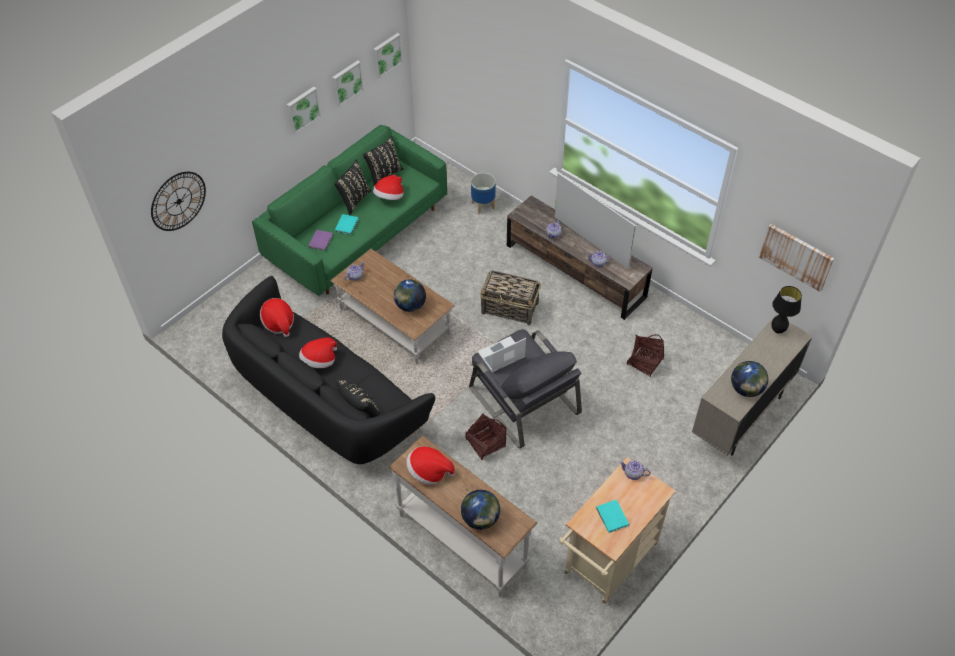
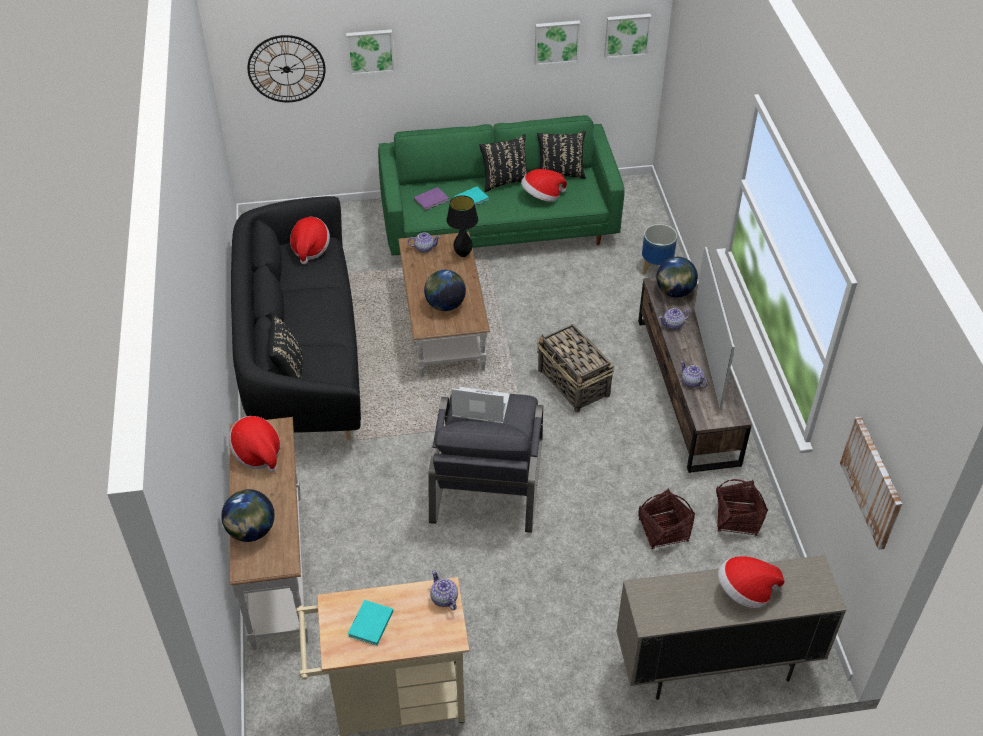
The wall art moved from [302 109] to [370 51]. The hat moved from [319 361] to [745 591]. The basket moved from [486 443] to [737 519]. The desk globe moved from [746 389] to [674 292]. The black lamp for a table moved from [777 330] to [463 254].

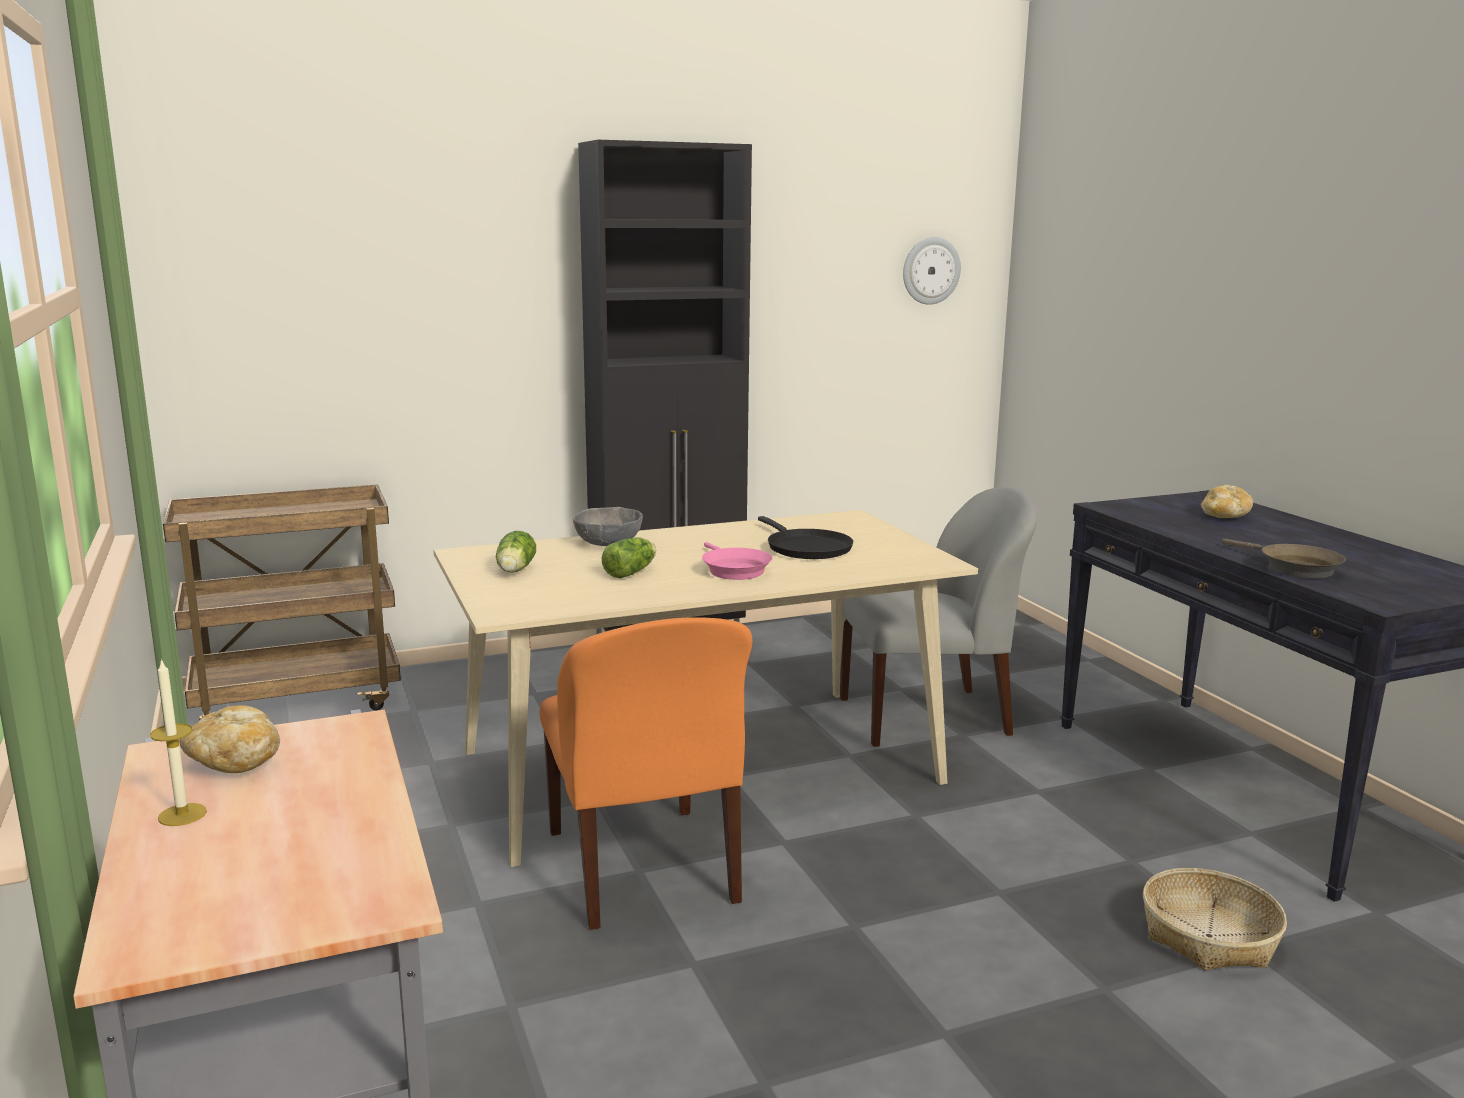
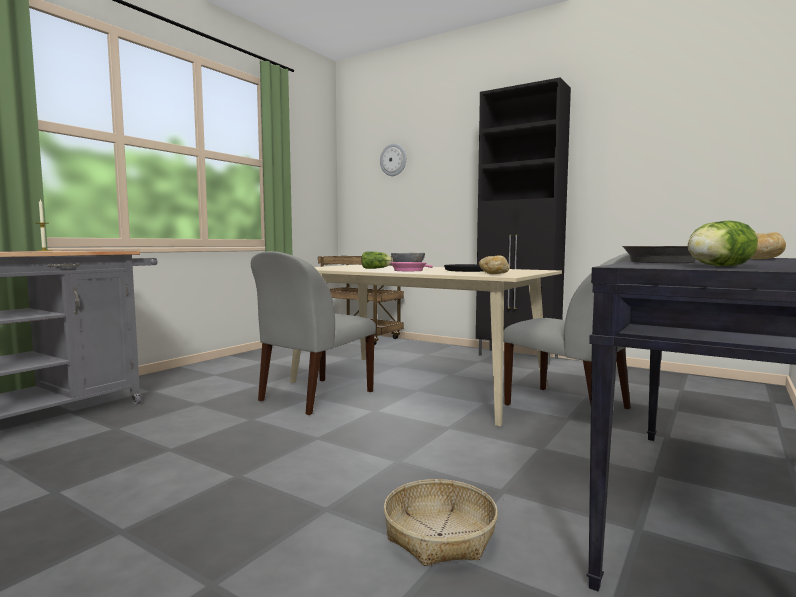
The bakery bread moved from [234 762] to [494 274]. The head of lettuce moved from [514 571] to [716 266]. The orangey plain chair at [643 869] became the gray plain chair at [314 397]. The hanging clock moved from [930 270] to [393 160].

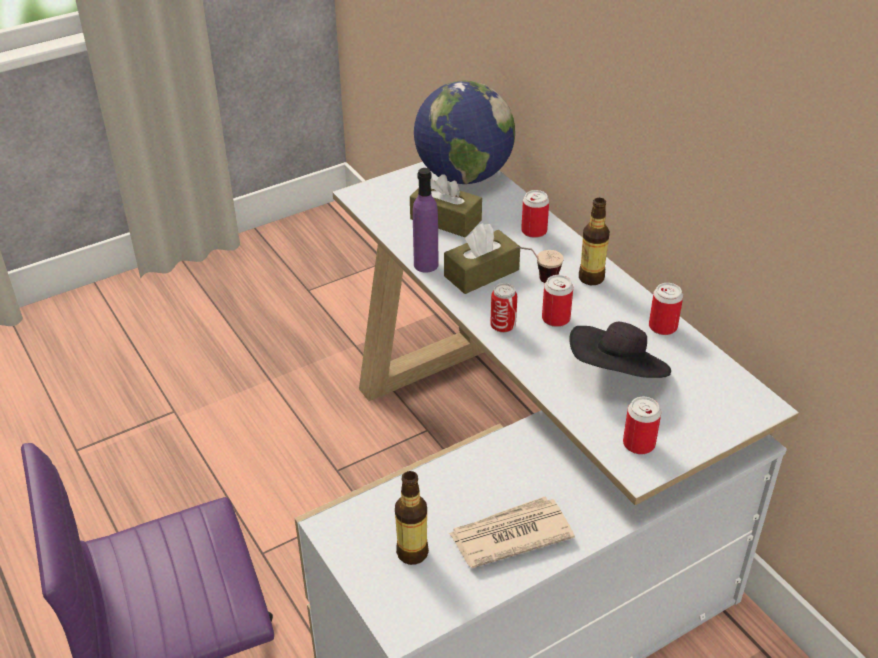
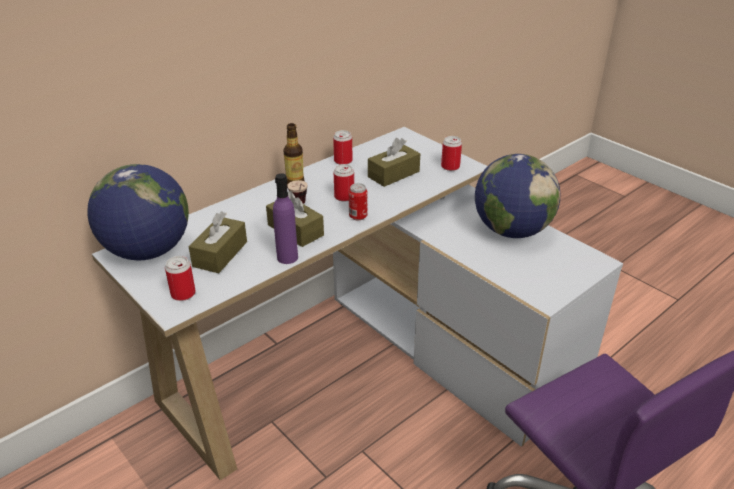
The beverage bottle at [412 552] disappeared. The printed paper at [509 535] was replaced by the desk globe at [511 230]. The sealed can moved from [534 231] to [183 294]. The black hat at [617 374] was replaced by the brown tissue holder at [393 174].

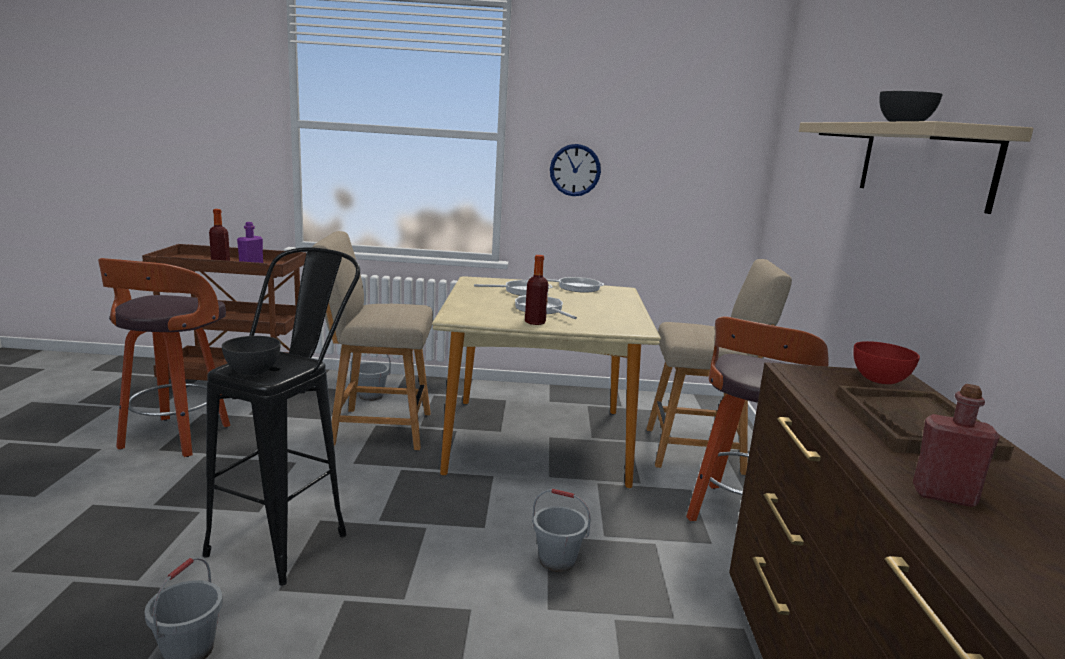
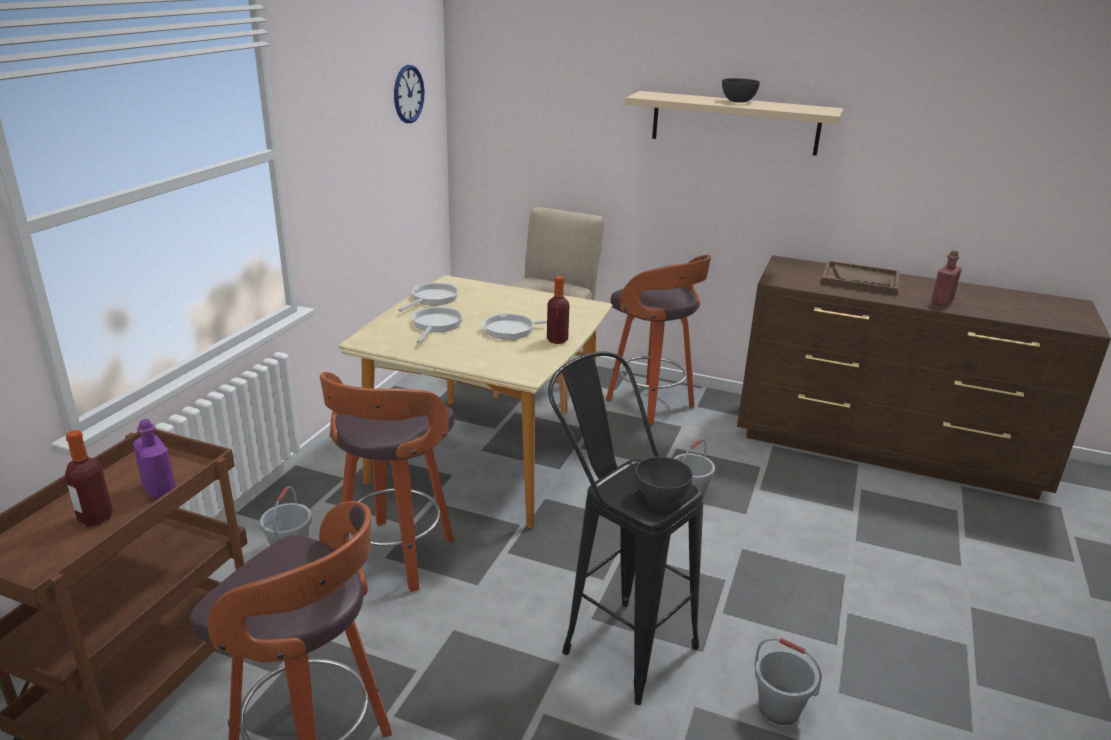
The beige plain chair at [376 428] was replaced by the stool seat at [395 558]. The hanging clock moved from [575 170] to [408 94]. The red deep dish at [880 380] disappeared.

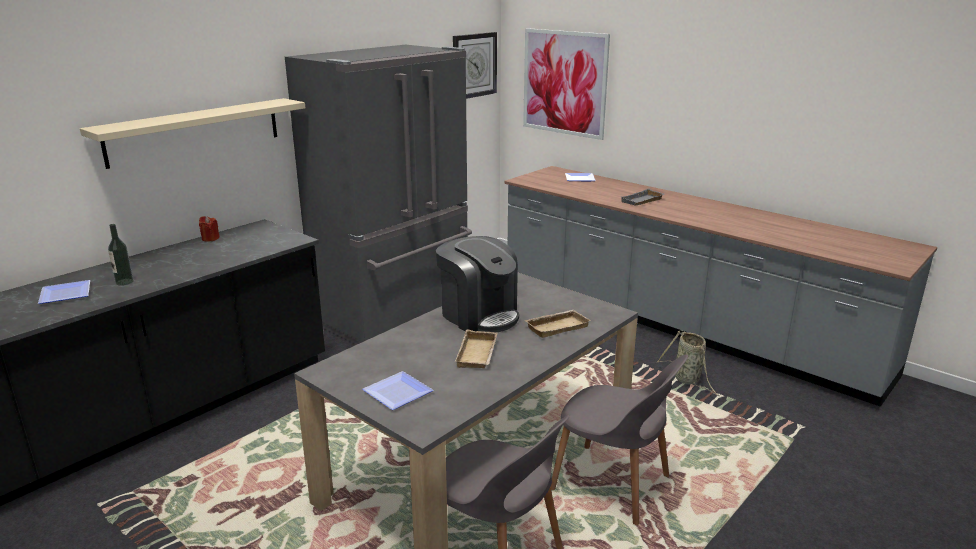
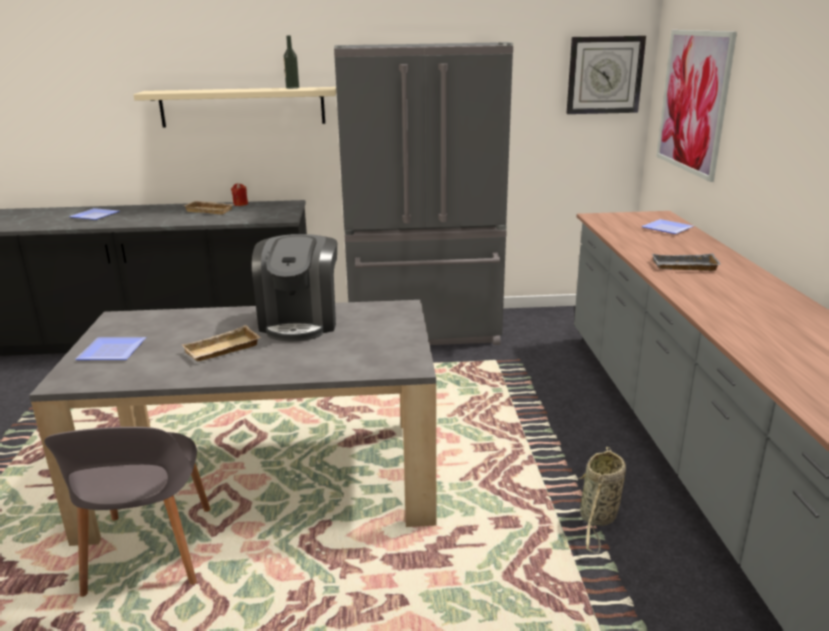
The beverage bottle moved from [124 282] to [292 88]. The beige tray moved from [557 326] to [211 210]. The gray plain chair at [613 484] disappeared.

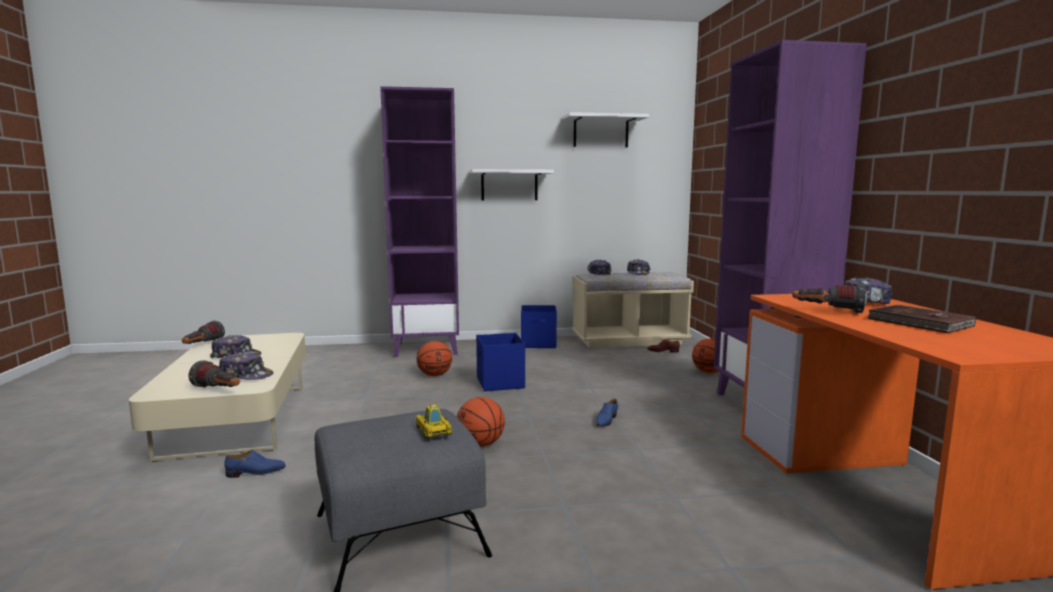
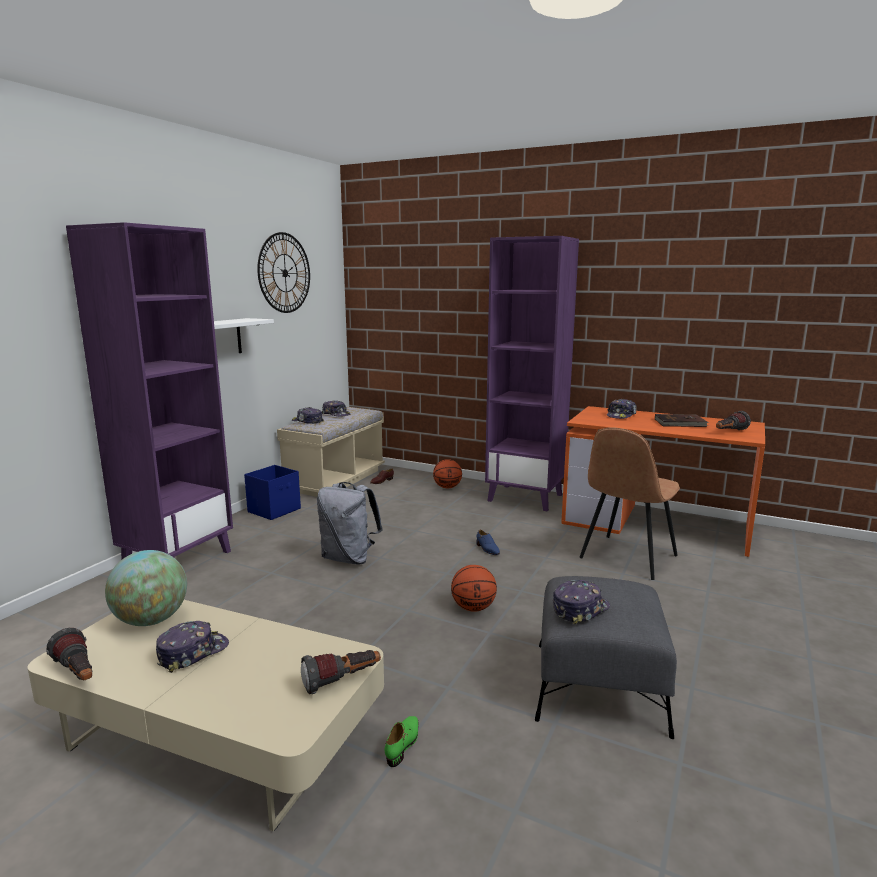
The peaked cap moved from [246 375] to [580 609]. The blue shoe at [255 472] became the green shoe at [403 744]. The miniature car at [433 430] disappeared. The ball for basketball at [434 375] disappeared. The blue storage container at [500 383] was replaced by the gray backpack at [349 558]. The white-coloured bracket shelf at [601 132] was replaced by the hanging clock at [284 273]. The flashlight moved from [827 311] to [729 432]. The desk globe at [151 620] appeared. The brown plain chair at [627 558] appeared.

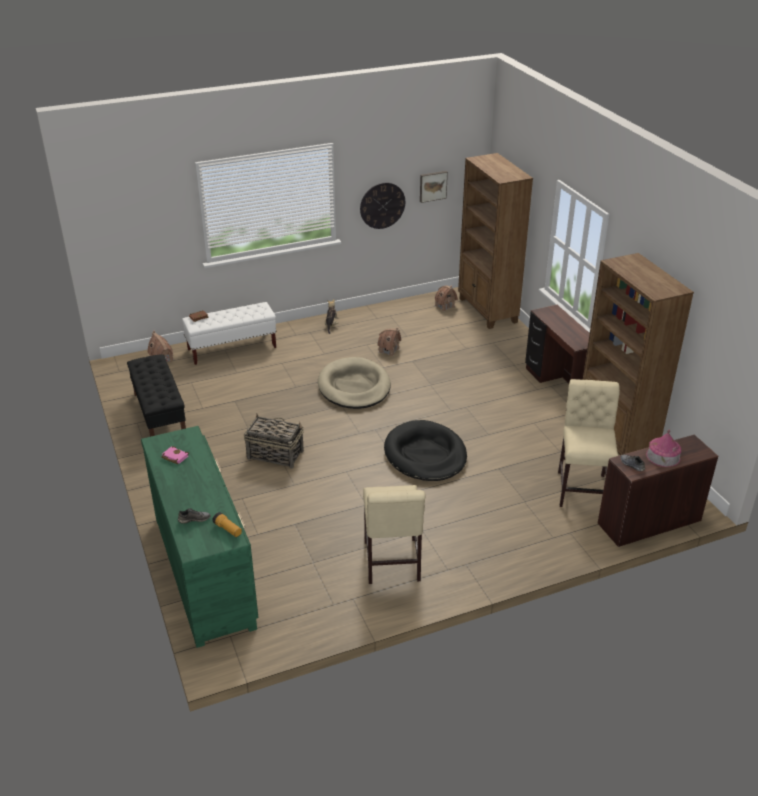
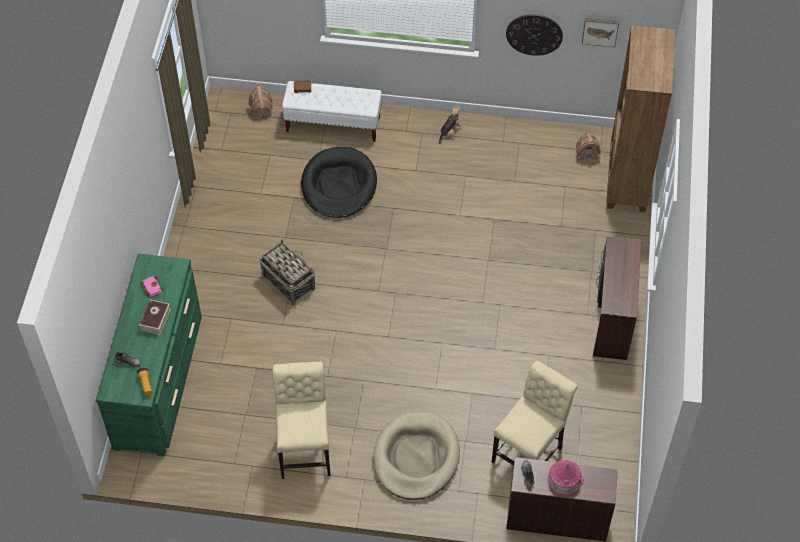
The black bench at [159 415] disappeared. The beige dog bed moved from [354 387] to [416 458]. The beige plain chair at [391 564] turned 150 degrees clockwise. The miniature house at [389 350] disappeared. The black dog bed moved from [425 455] to [339 185]. The brown shelving unit at [616 438] disappeared. The book at [155 319] appeared.

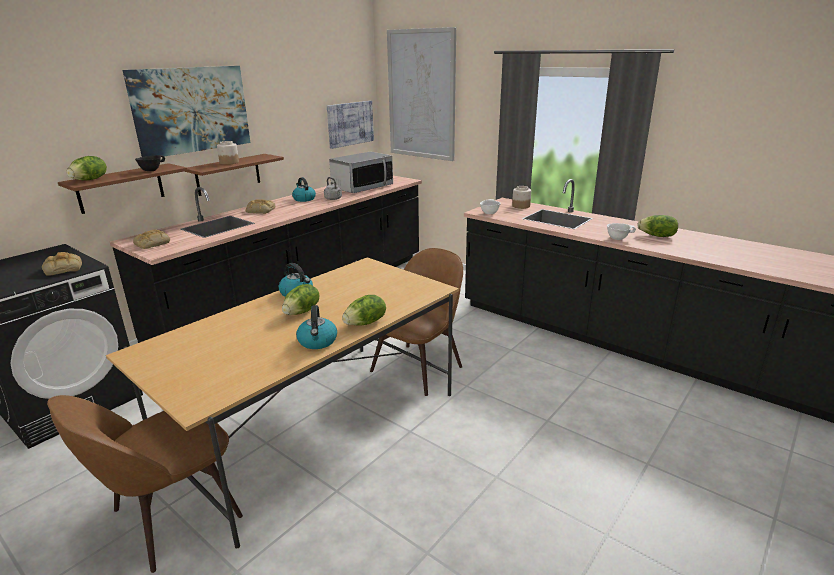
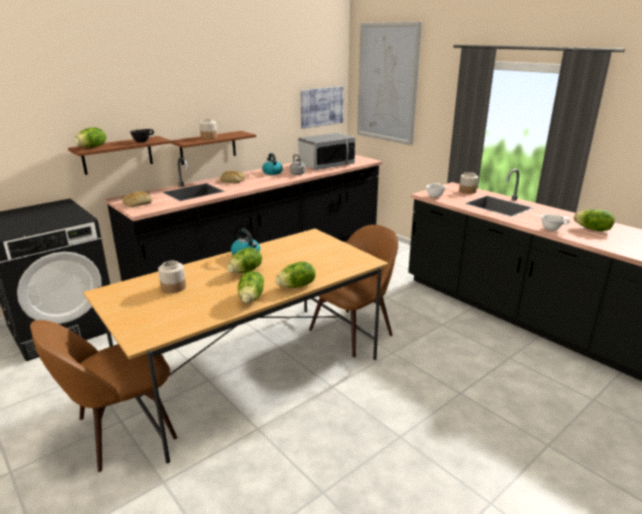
The bakery bread at [63 268] disappeared. The wall art at [191 110] disappeared. The tea kettle at [318 341] was replaced by the head of lettuce at [251 298]. The jar at [174 287] appeared.

